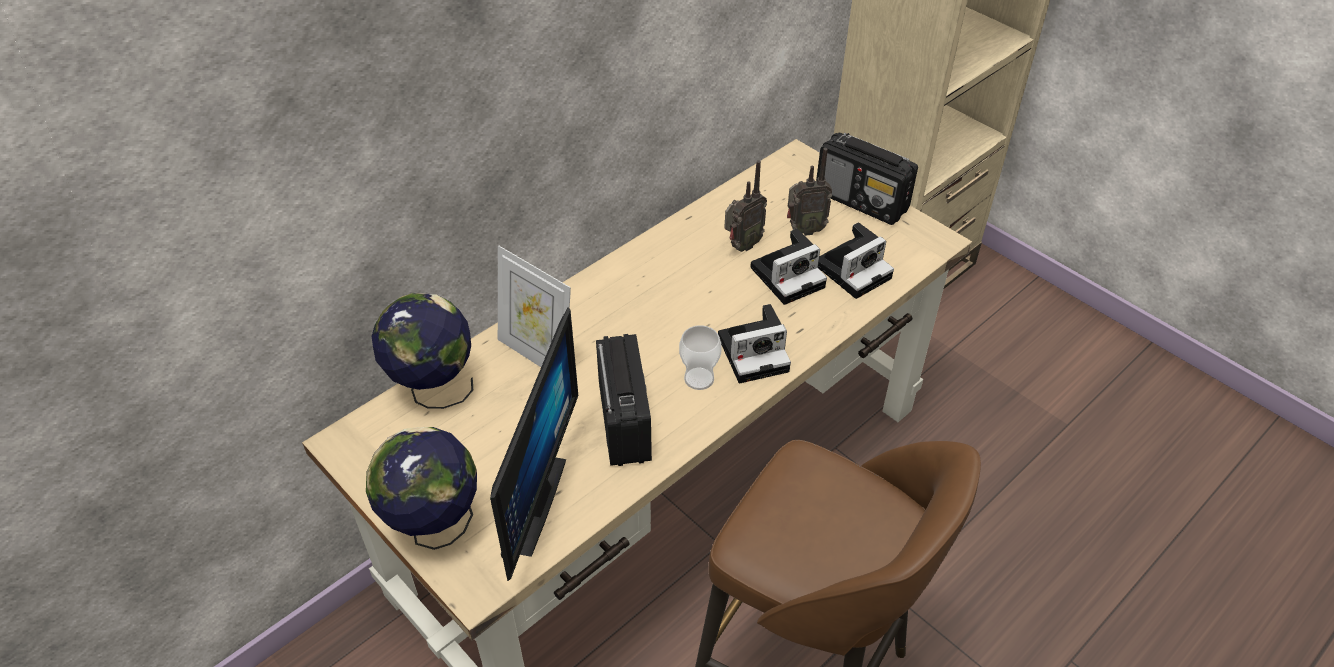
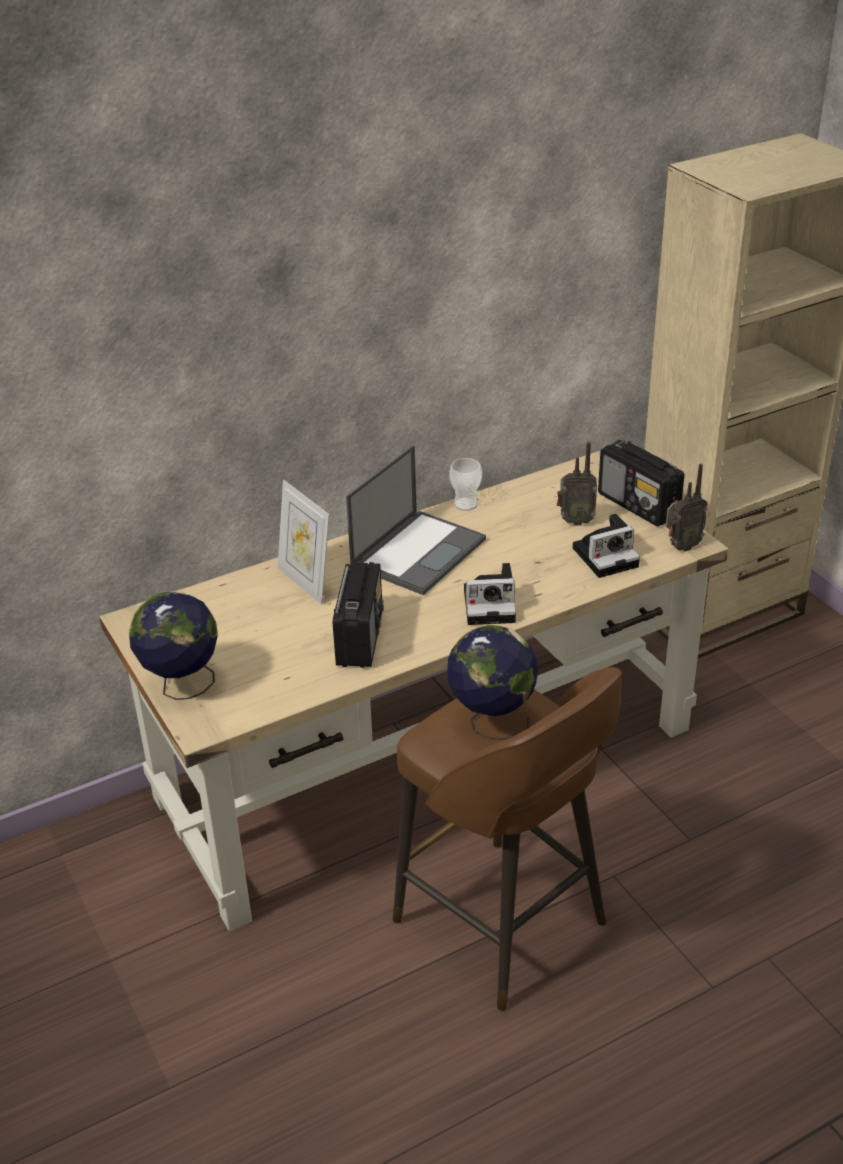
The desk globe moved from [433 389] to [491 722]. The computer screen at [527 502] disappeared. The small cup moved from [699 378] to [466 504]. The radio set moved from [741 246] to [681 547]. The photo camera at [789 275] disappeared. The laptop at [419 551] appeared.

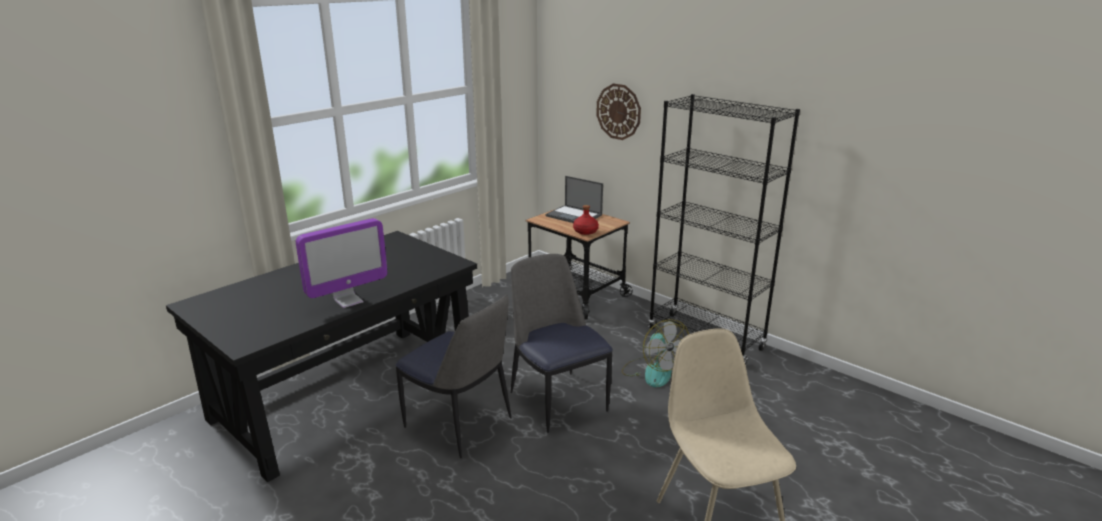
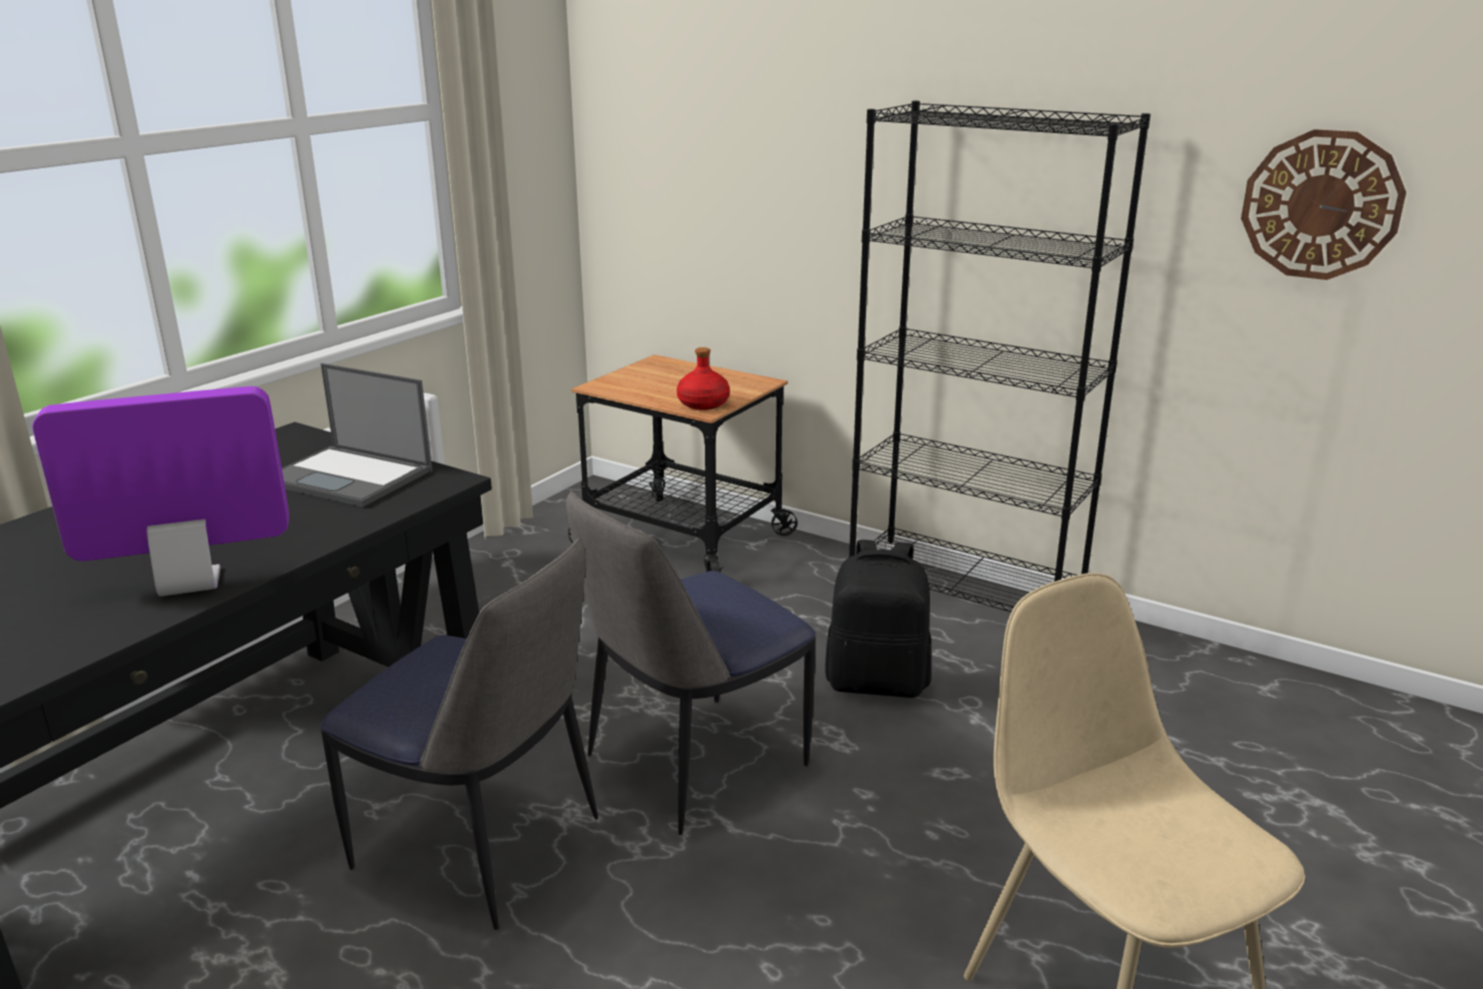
The computer screen at [348 301] turned 150 degrees counterclockwise. The plain chair at [557 399] turned 90 degrees counterclockwise. The laptop moved from [574 215] to [350 477]. The hanging clock moved from [618 111] to [1321 205]. The fan at [653 371] was replaced by the black backpack at [877 682].

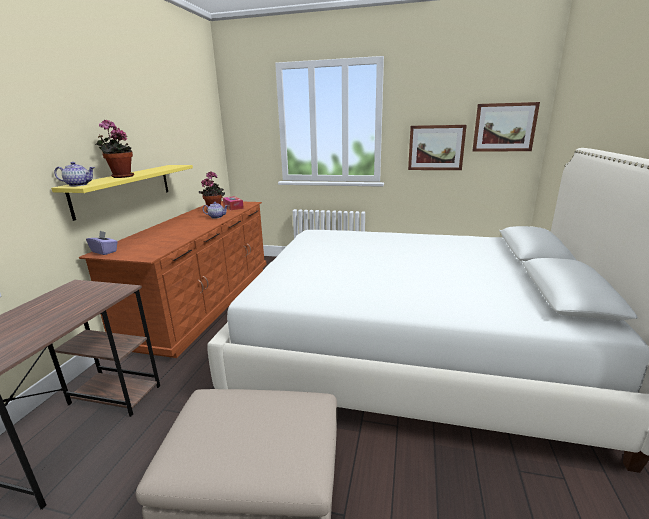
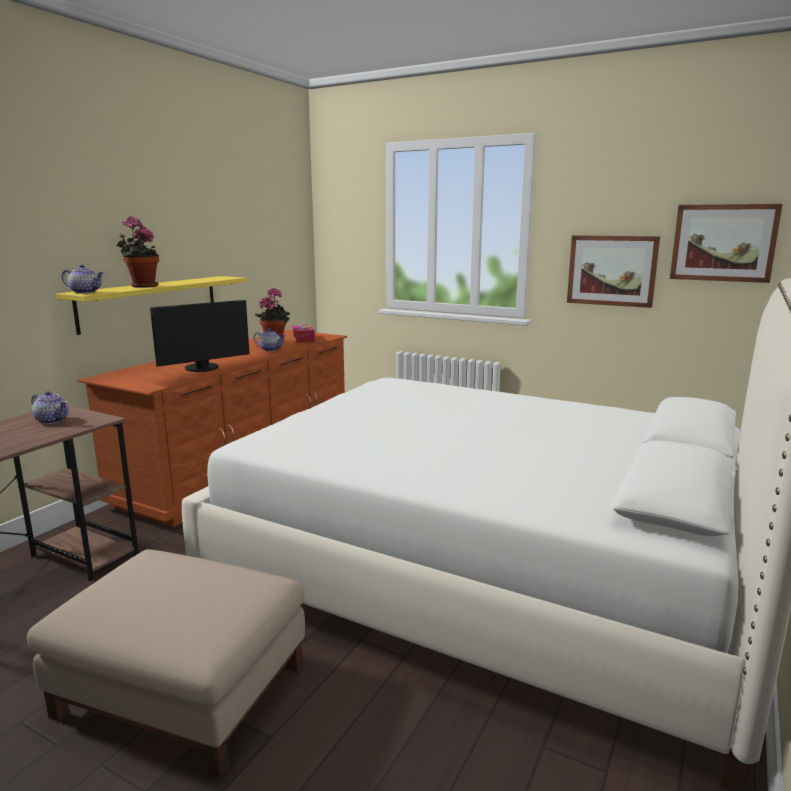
The purplish tissue holder at [104 251] disappeared. The teapot at [53 420] appeared. The computer screen at [203 368] appeared.

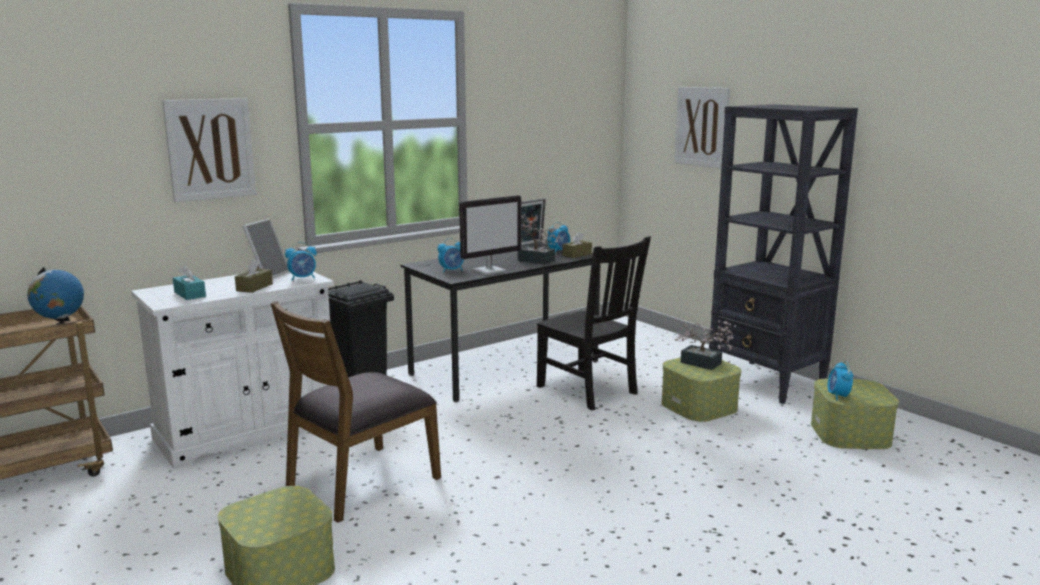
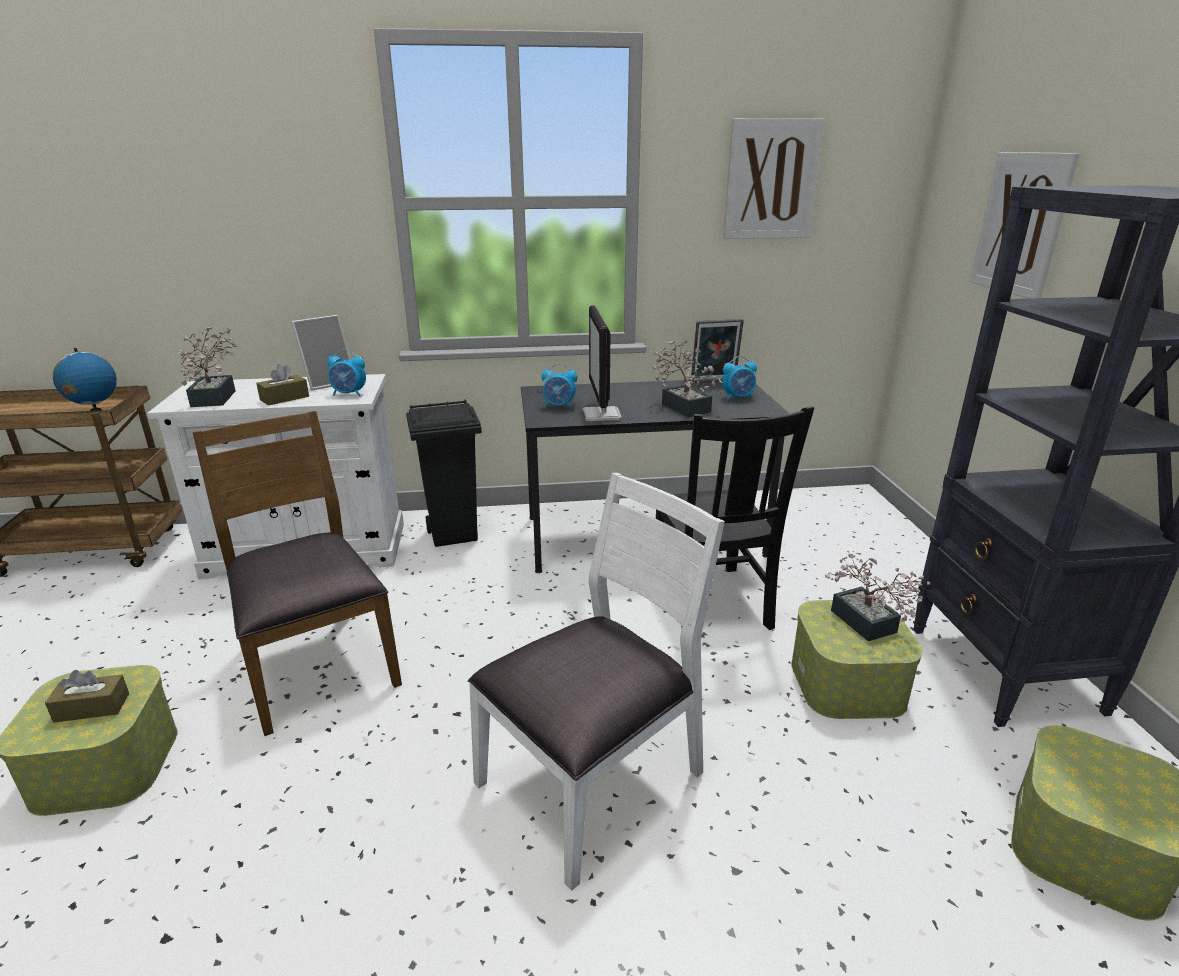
The wall art moved from [210 149] to [771 180]. The turquoise-coloured tissue holder at [190 294] was replaced by the plant in a pot at [216 396]. The brown plain chair at [361 483] turned 75 degrees clockwise. The computer screen at [489 271] turned 90 degrees clockwise. The brown tissue holder moved from [577 254] to [92 707]. The table clock at [838 396] disappeared. The white-coloured plain chair at [593 779] appeared.

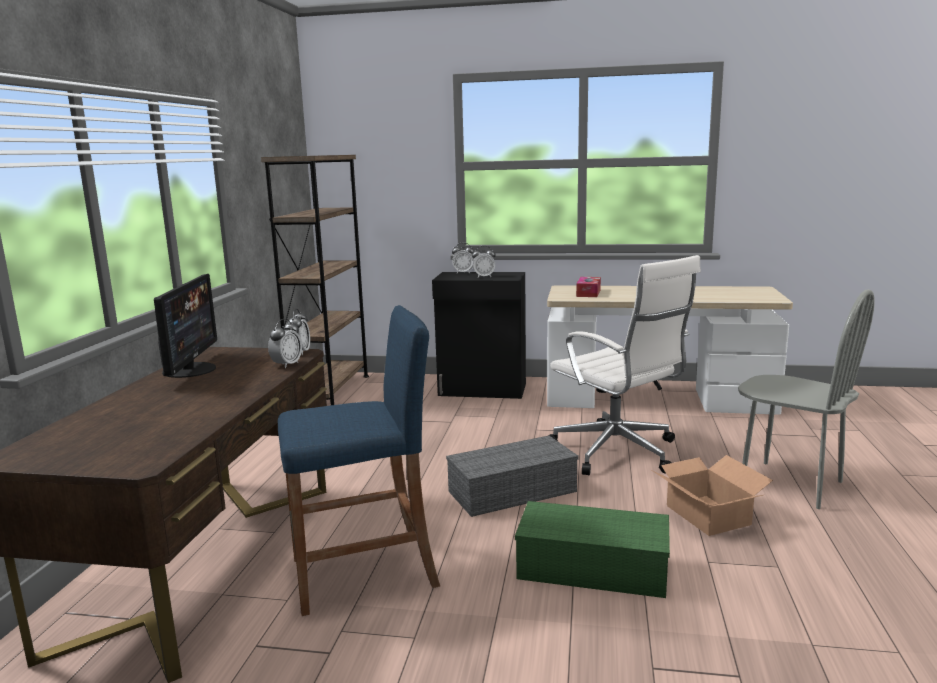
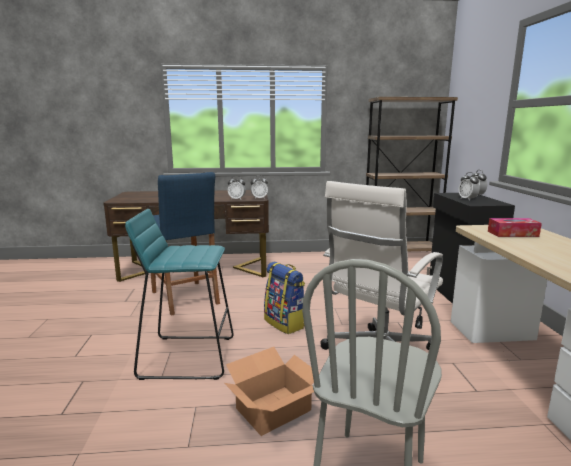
The computer screen at [190 370] disappeared. The gray storage container at [513 490] was replaced by the backpack at [285 323]. The green storage container at [590 568] was replaced by the turquoise-coloured stool seat at [187 356].

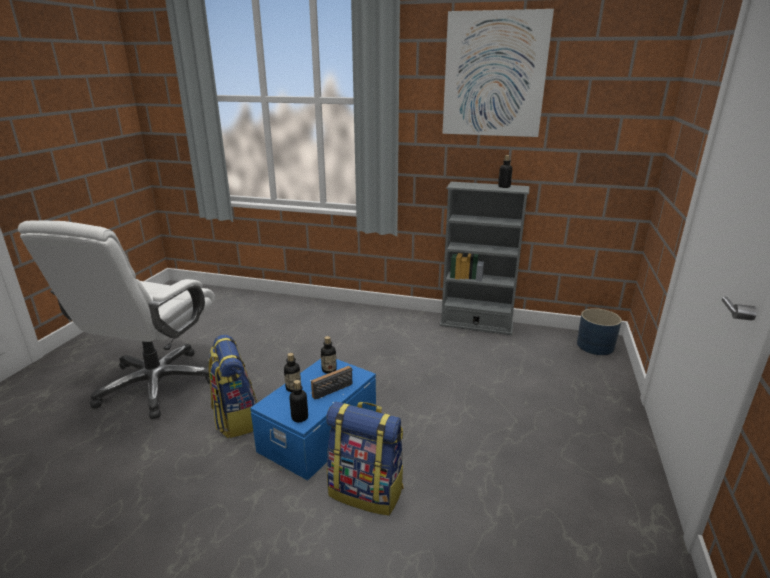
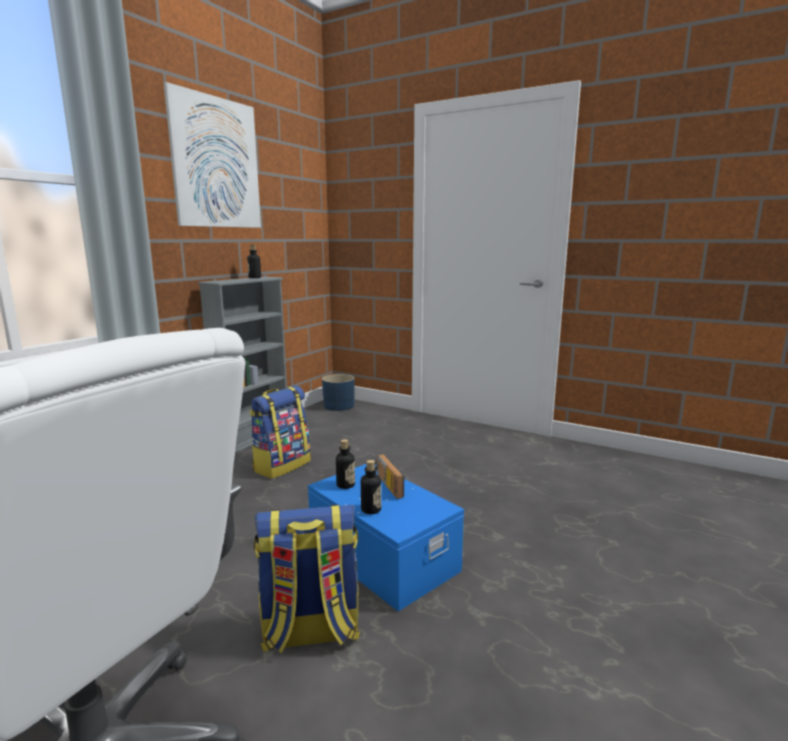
The beverage bottle at [300 417] disappeared. The backpack moved from [367 491] to [281 465].

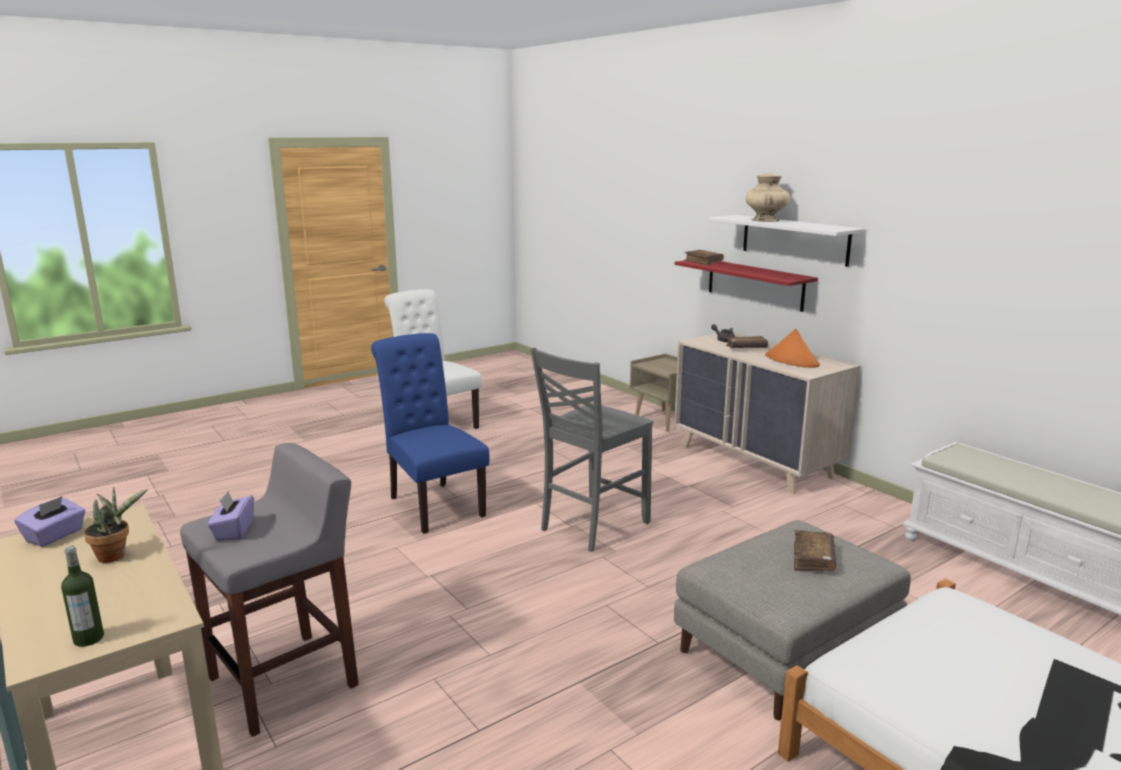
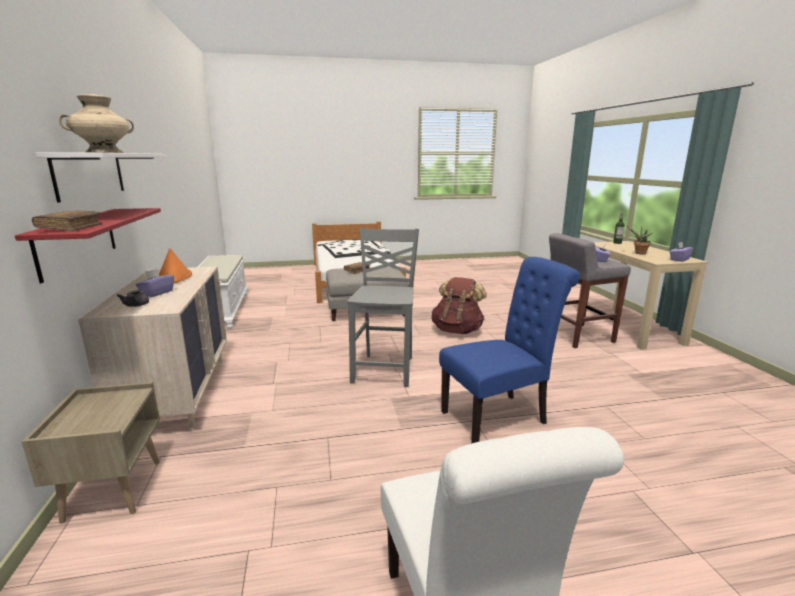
The blue plain chair at [432 504] turned 105 degrees counterclockwise. The gray plain chair at [592 526] turned 60 degrees counterclockwise. The brown book at [746 348] was replaced by the purplish tissue holder at [157 293]. The brown backpack at [457 331] appeared.

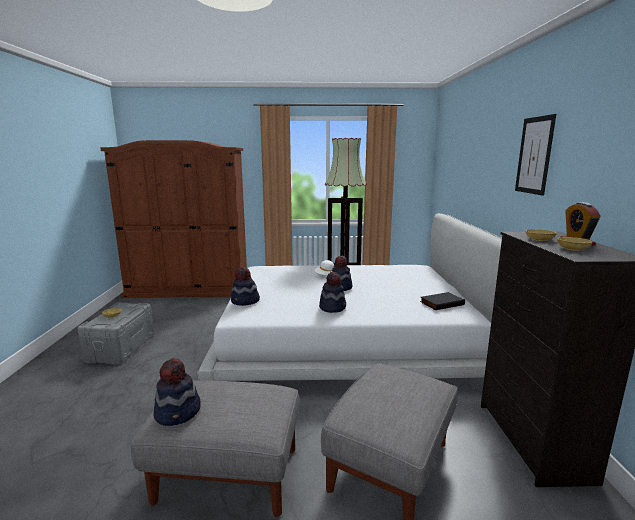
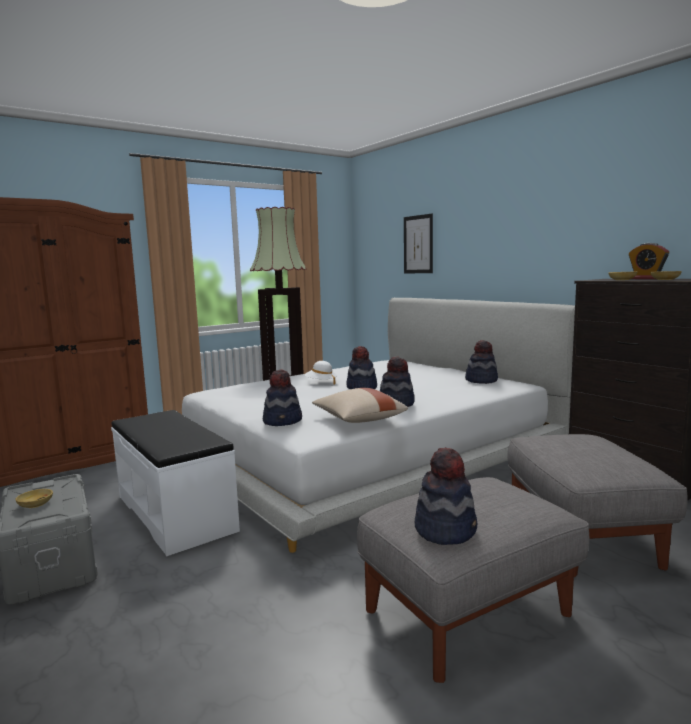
The black book at [441 303] was replaced by the hat at [481 380]. The wall art moved from [534 155] to [418 244]. The white-coloured bench at [176 512] appeared. The beige throw pillow at [358 420] appeared.

